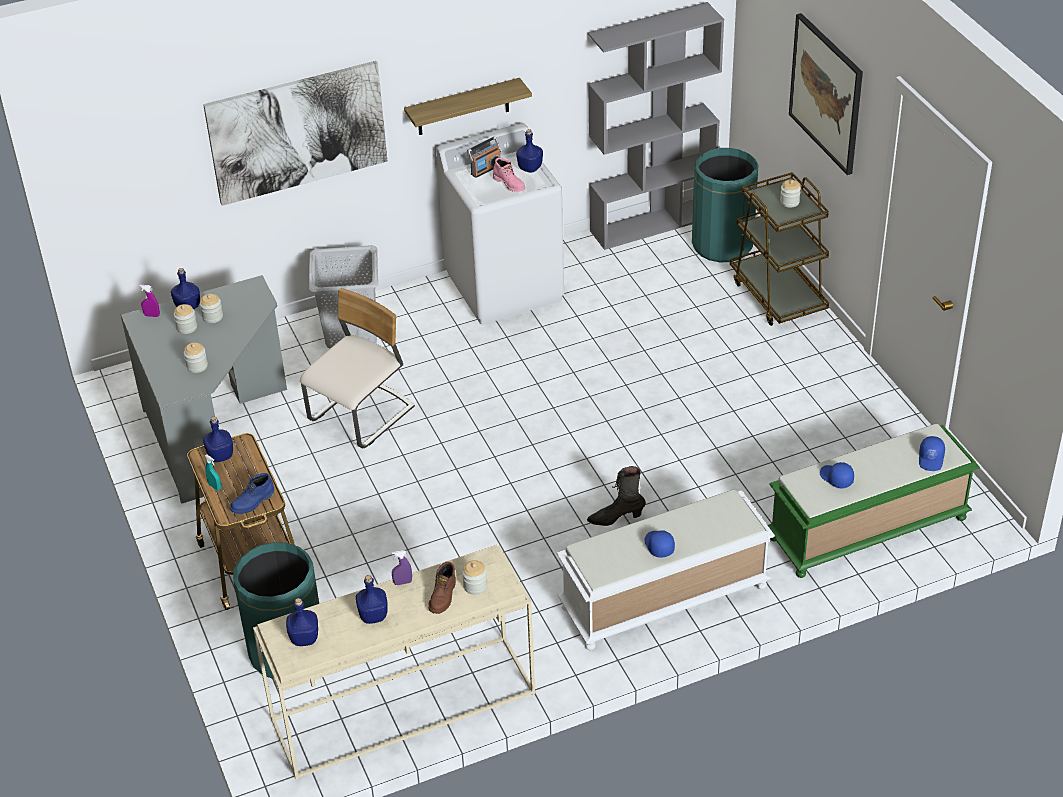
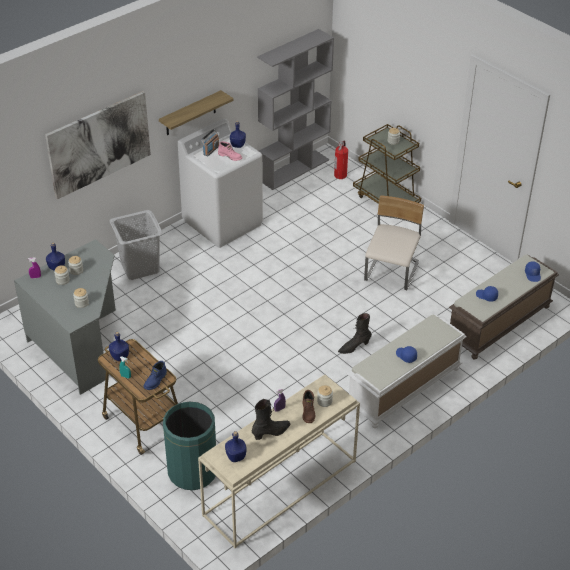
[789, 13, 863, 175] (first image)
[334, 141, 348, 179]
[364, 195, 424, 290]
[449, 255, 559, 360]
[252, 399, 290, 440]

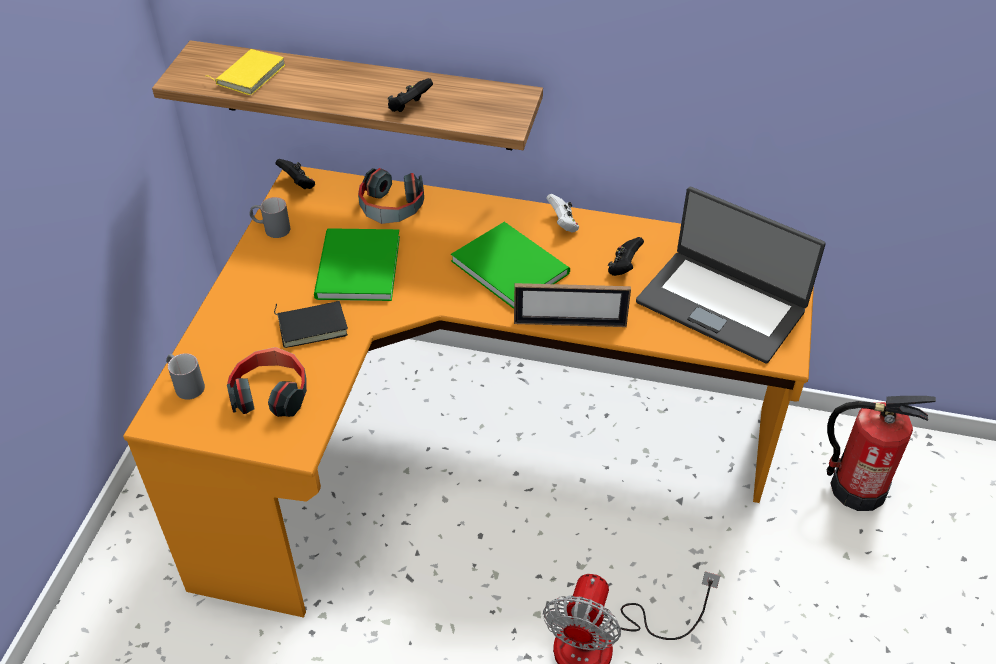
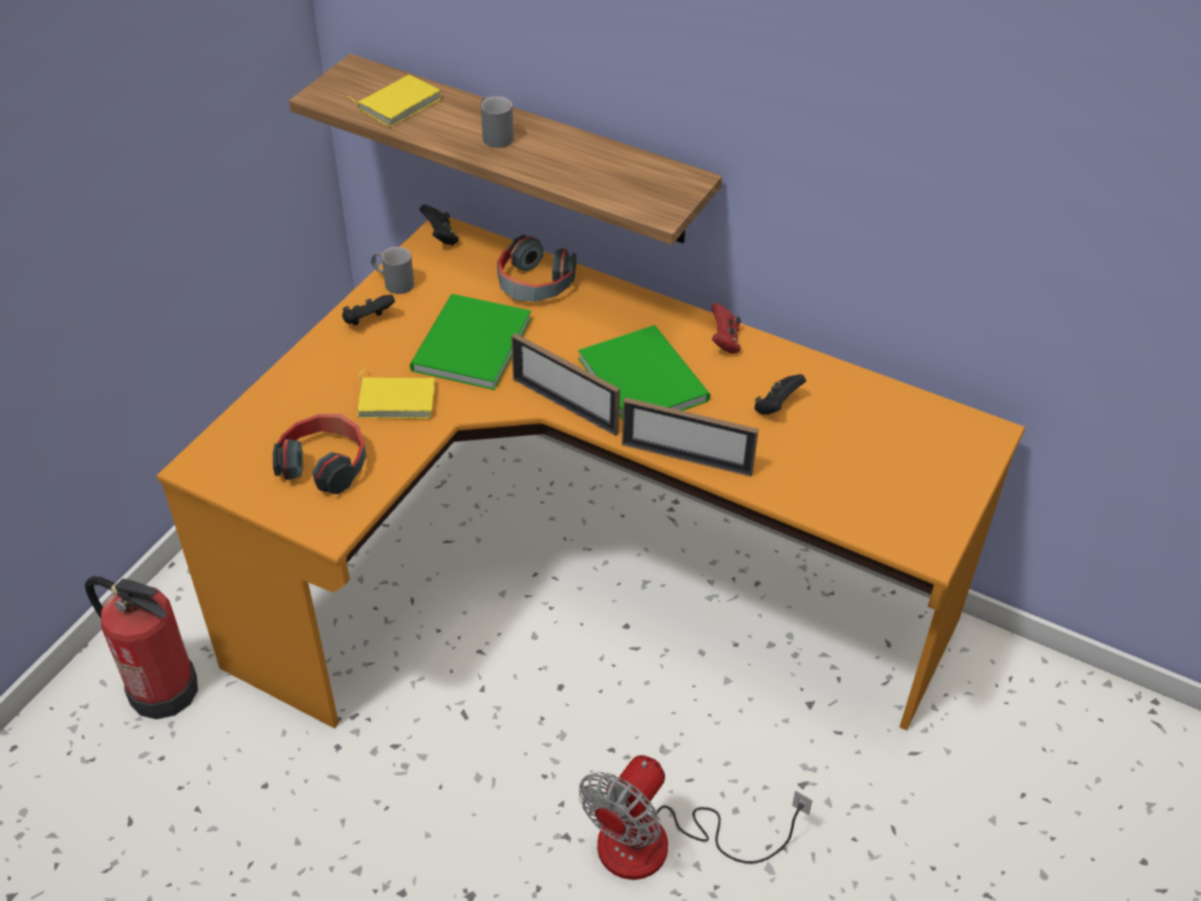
[342, 295, 395, 326]
[636, 187, 825, 364] (first image)
[711, 303, 741, 354]
[357, 367, 435, 419]
[480, 96, 514, 148]
[85, 576, 198, 719]
[511, 333, 620, 436]

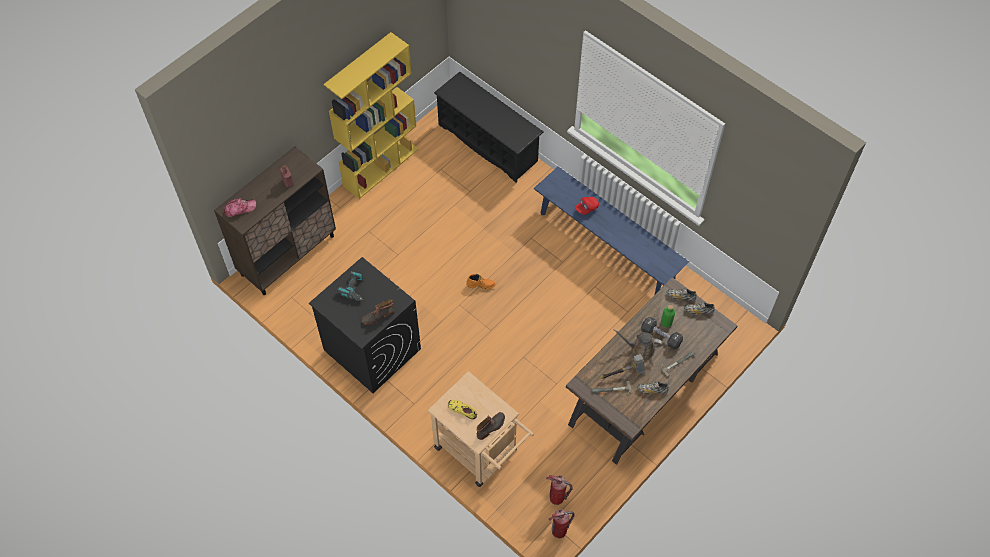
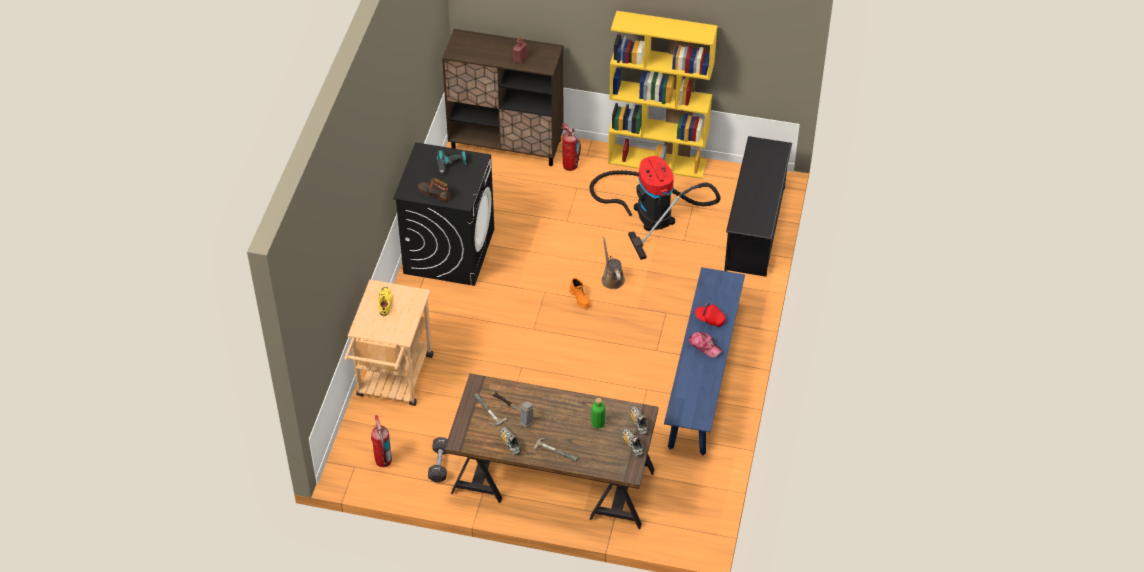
[689, 332, 722, 358]
[428, 437, 448, 482]
[602, 237, 625, 289]
[477, 412, 505, 440] (first image)
[560, 123, 581, 171]
[589, 156, 721, 260]

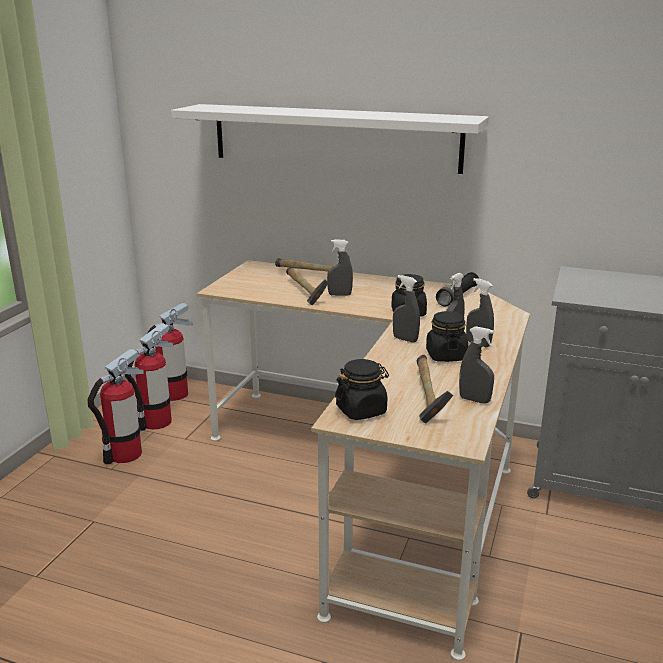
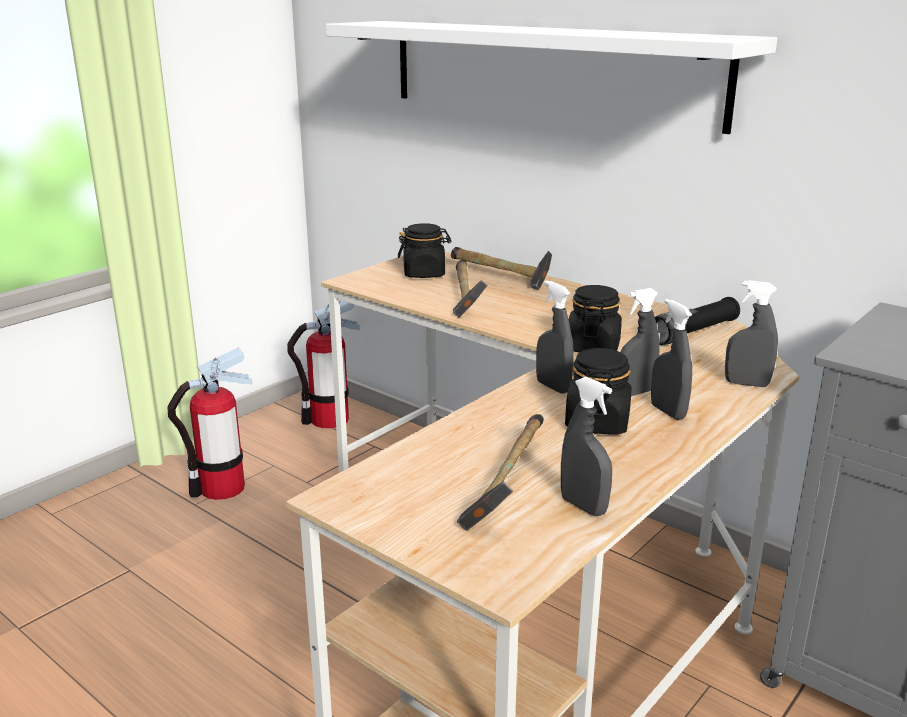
[725, 280, 778, 387]
[125, 323, 173, 431] (first image)
[398, 223, 451, 278]

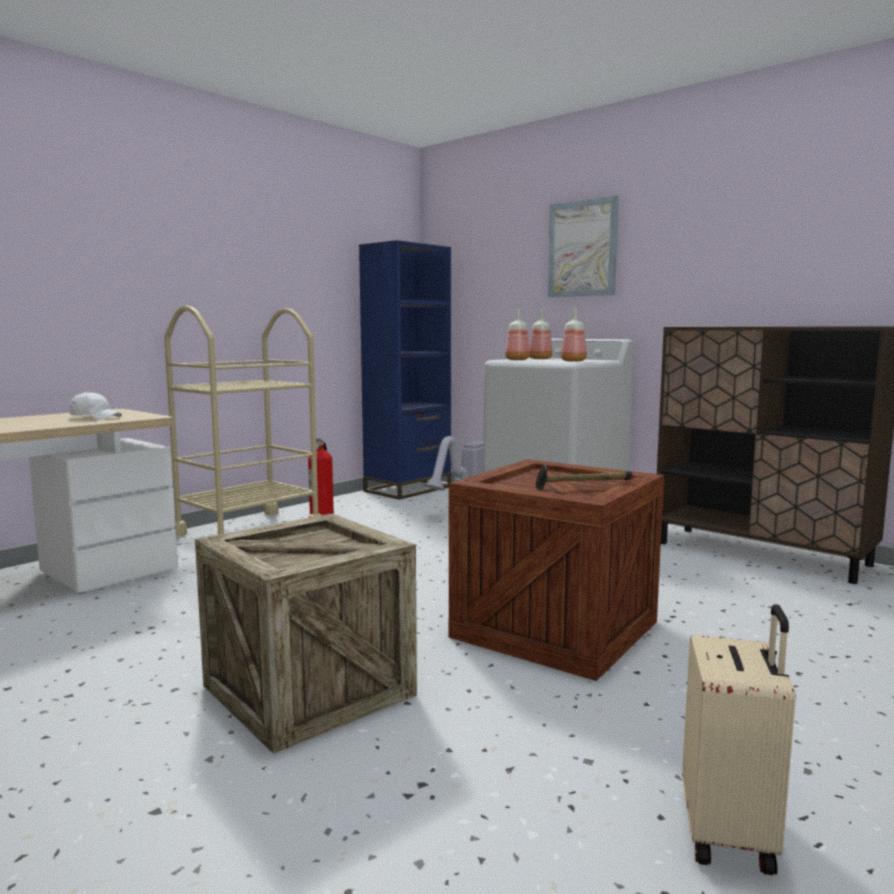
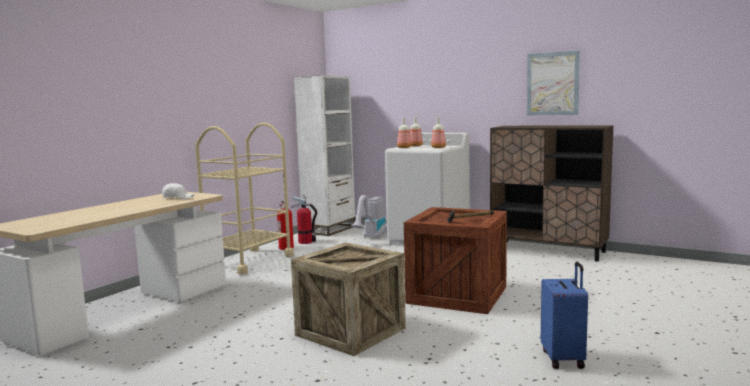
[527, 50, 580, 115]
[294, 75, 355, 236]
[541, 262, 588, 369]
[291, 196, 317, 244]

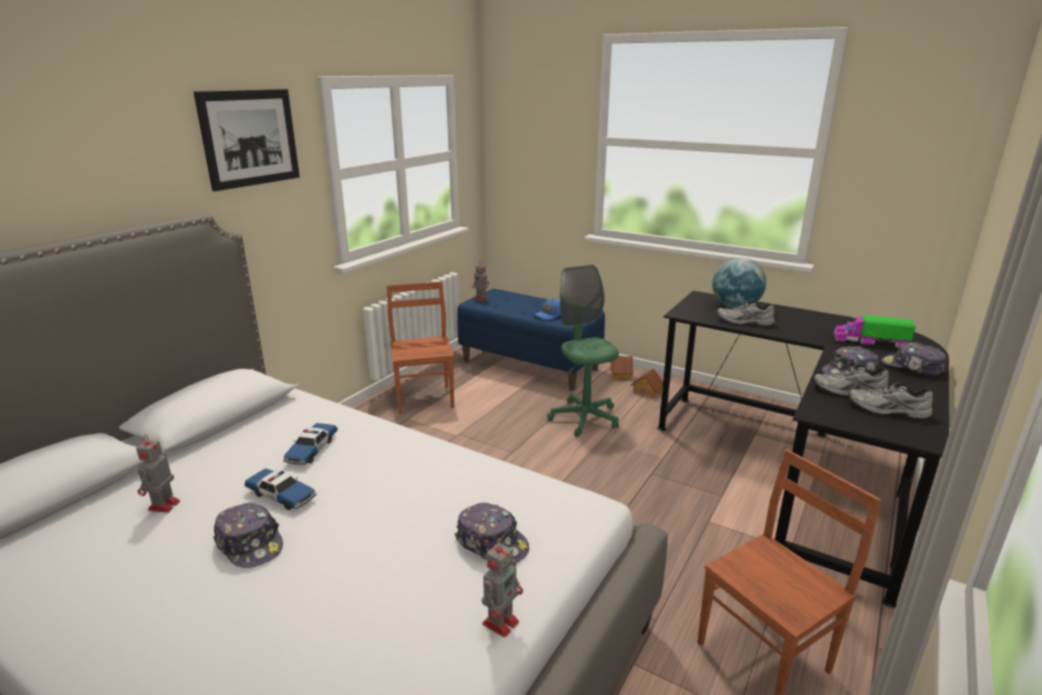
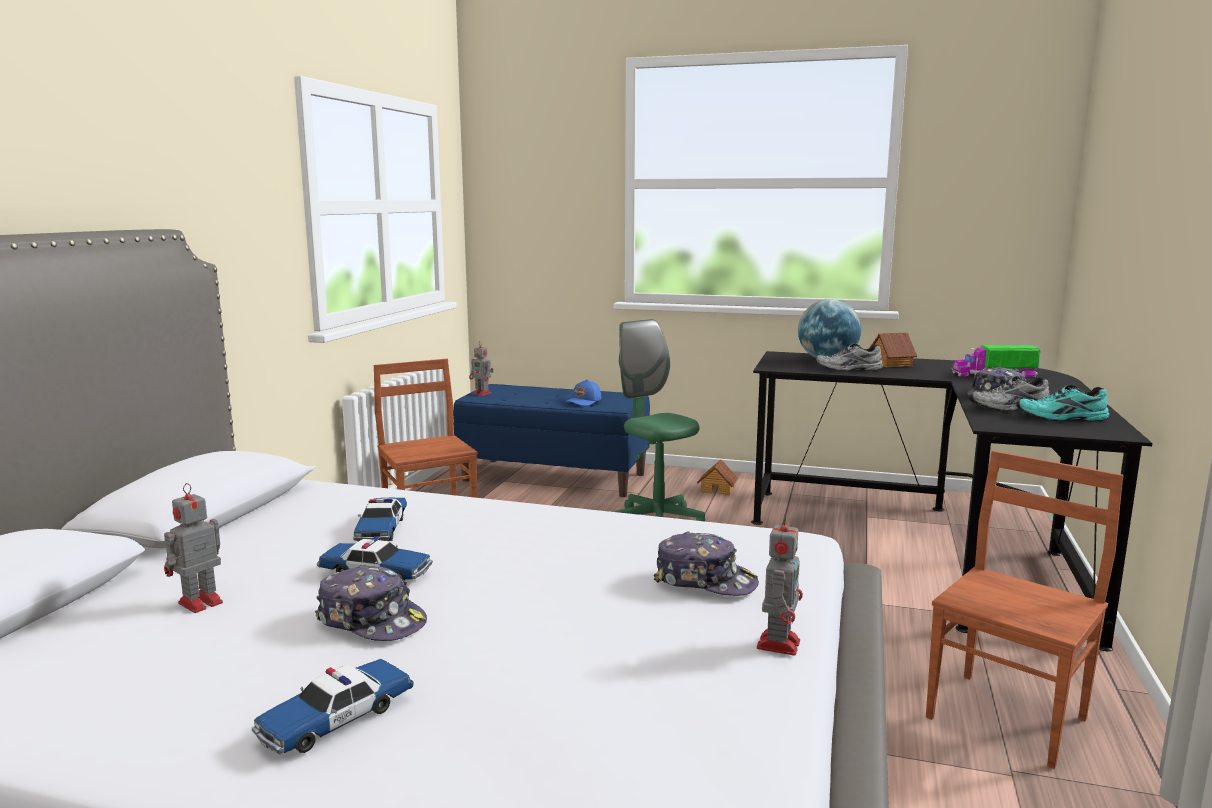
[194, 89, 300, 191] (first image)
[881, 342, 946, 375] (first image)
[869, 332, 917, 367]
[1016, 384, 1109, 421]
[164, 483, 223, 613]
[252, 659, 414, 754]

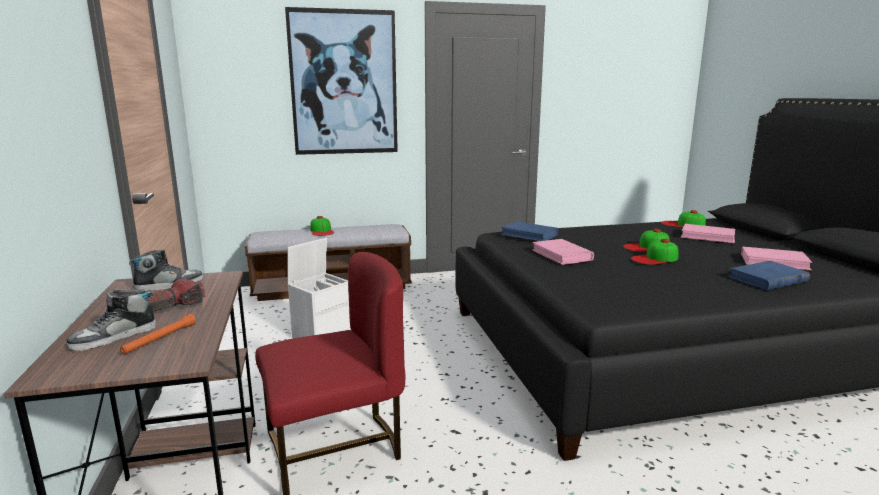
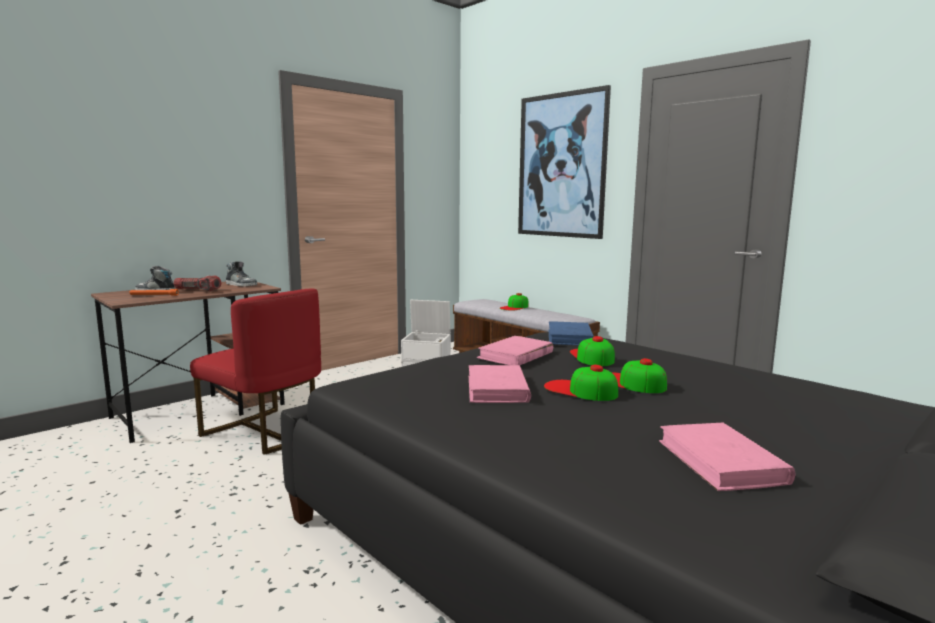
[570, 336, 615, 366]
[469, 365, 531, 403]
[727, 261, 810, 290] (first image)

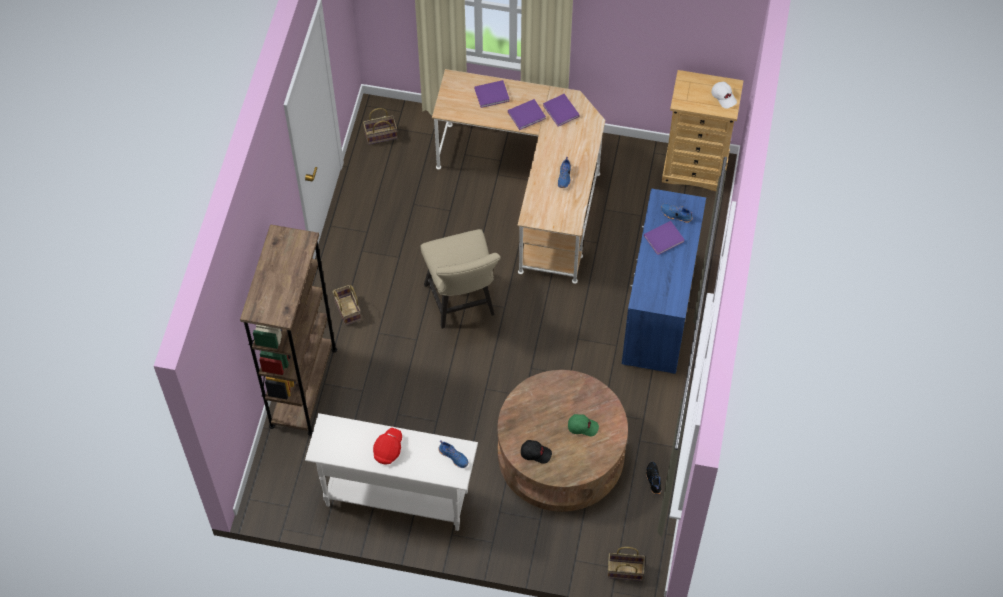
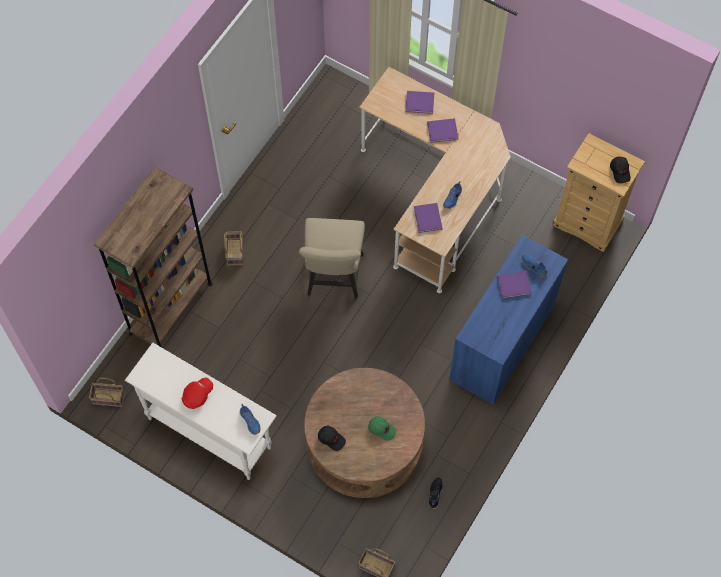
[610, 157, 631, 183]
[414, 203, 442, 233]
[89, 378, 125, 407]

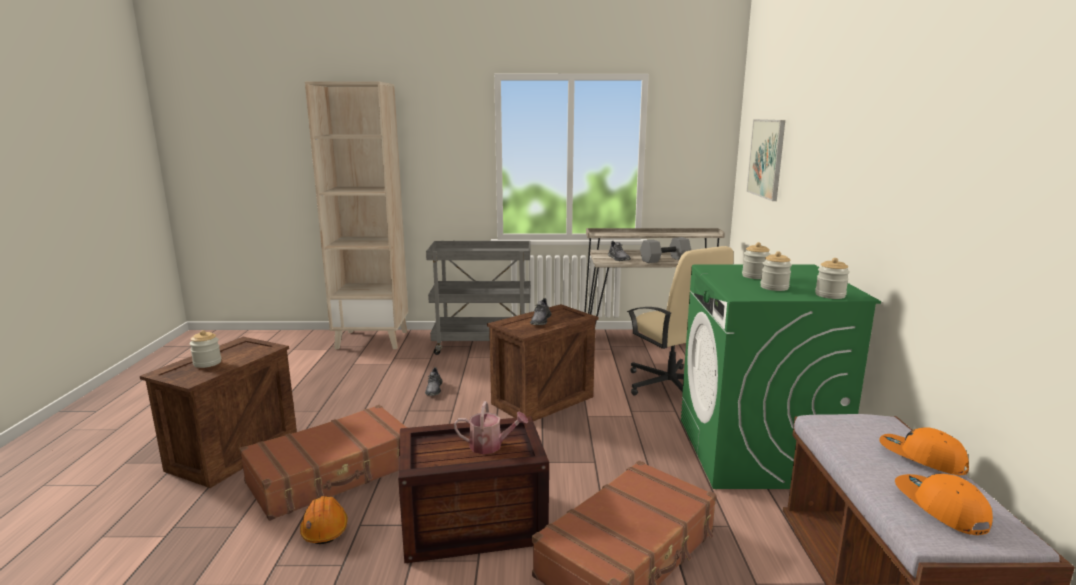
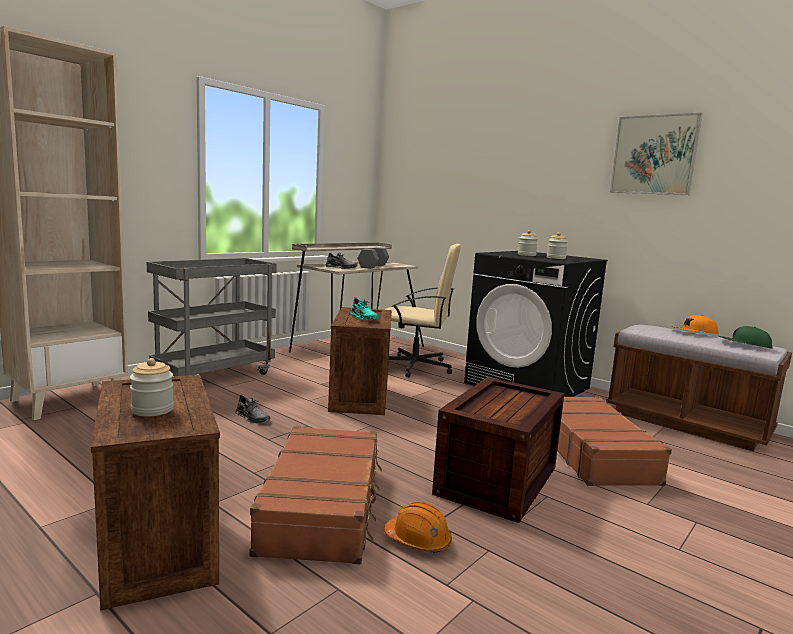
[610, 113, 702, 195]
[815, 258, 850, 299] (first image)
[464, 251, 608, 397]
[350, 297, 379, 320]
[454, 401, 528, 454] (first image)
[719, 326, 773, 349]

